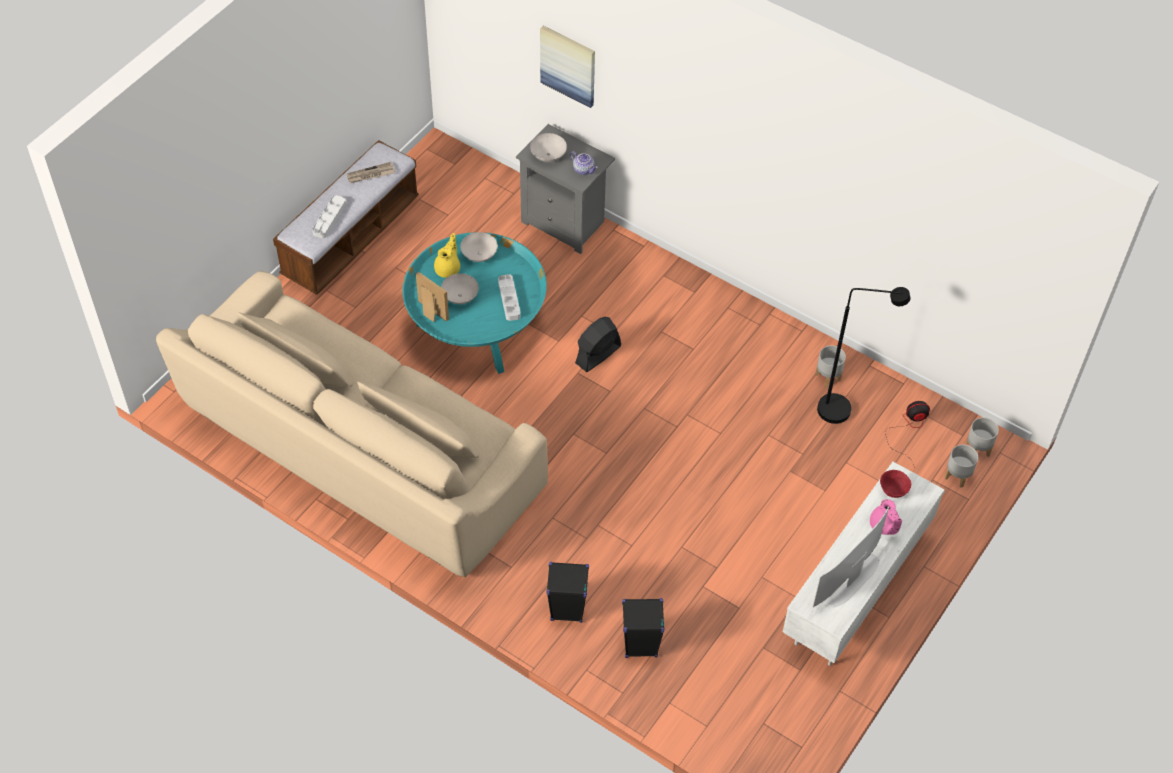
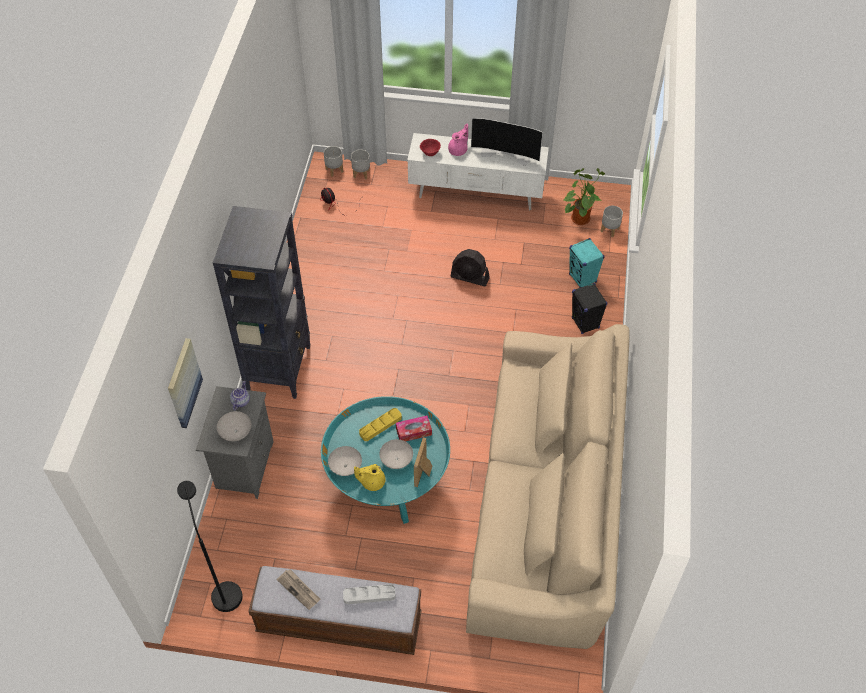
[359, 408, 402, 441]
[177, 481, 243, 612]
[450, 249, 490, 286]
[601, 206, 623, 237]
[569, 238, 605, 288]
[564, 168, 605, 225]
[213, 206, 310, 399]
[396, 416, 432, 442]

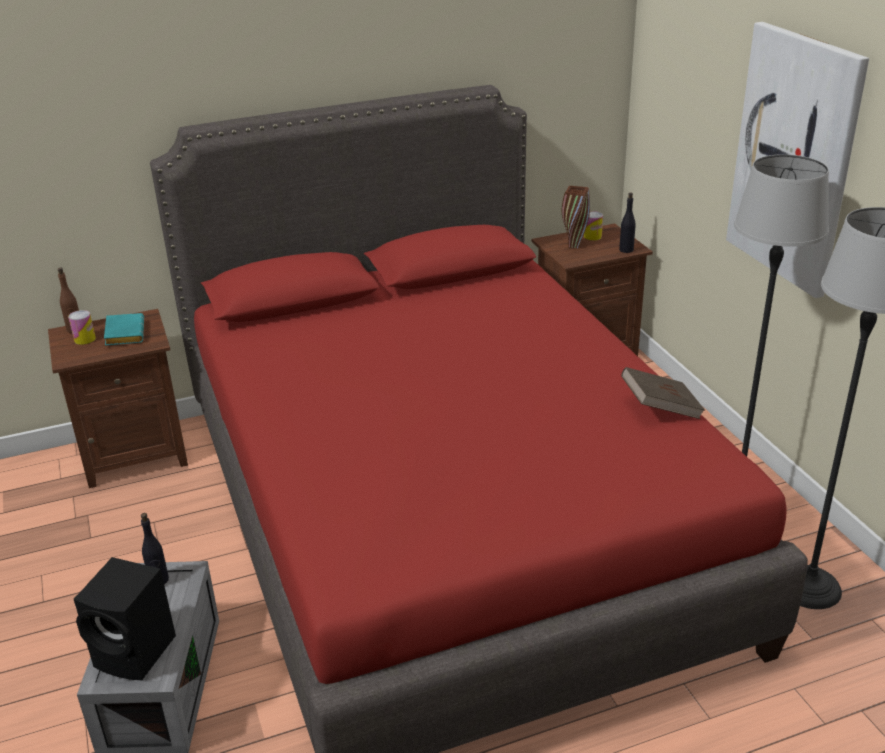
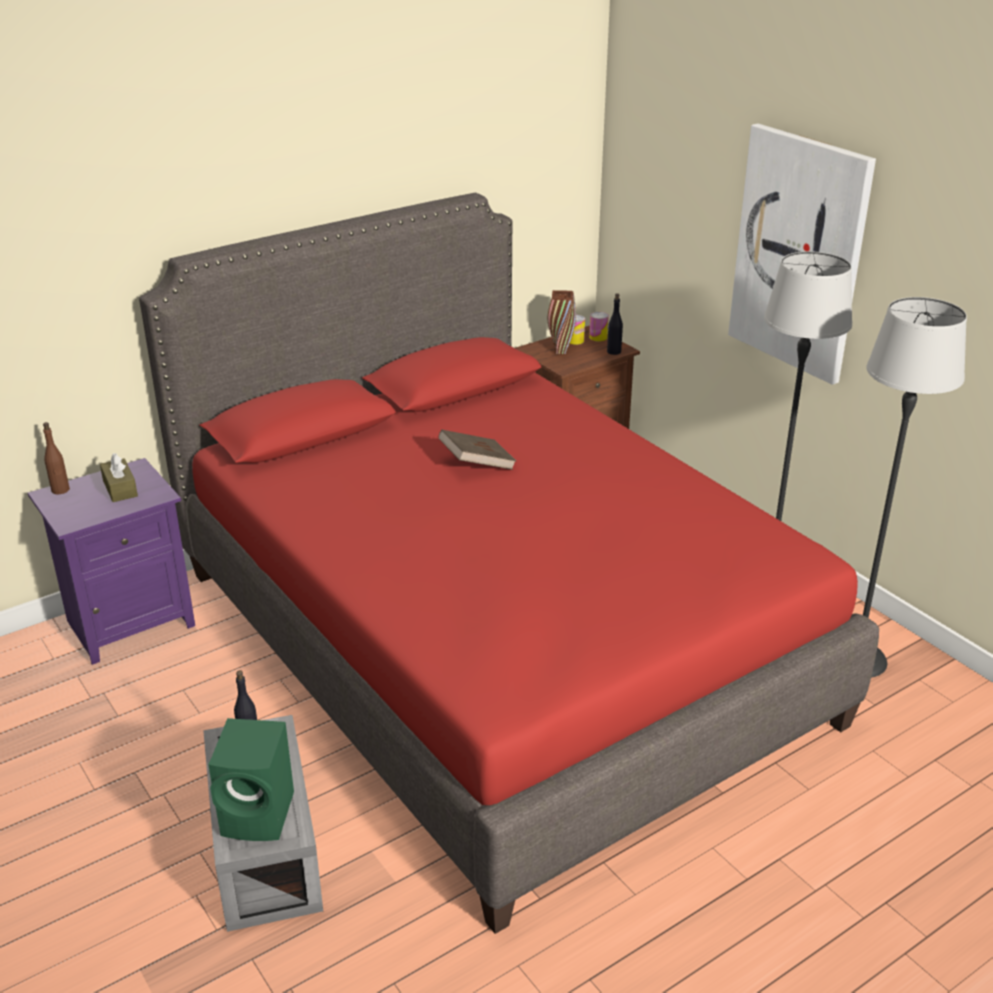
[28, 458, 195, 665]
[589, 312, 609, 342]
[100, 453, 138, 502]
[438, 430, 516, 470]
[208, 718, 294, 841]

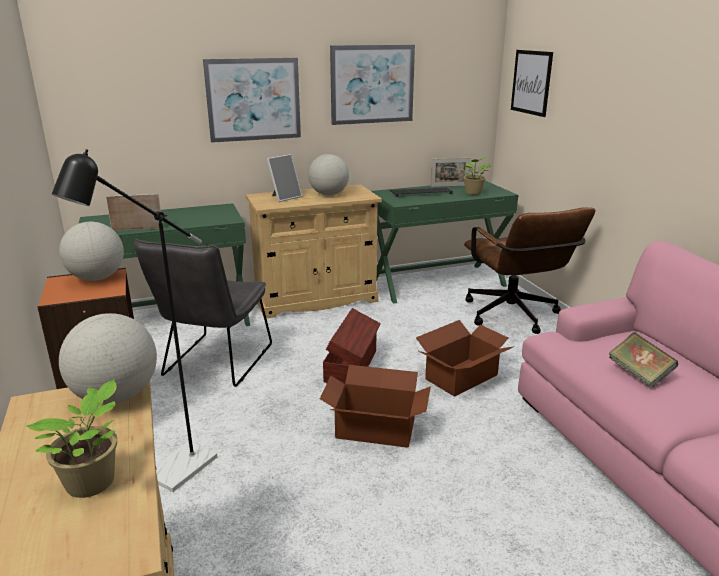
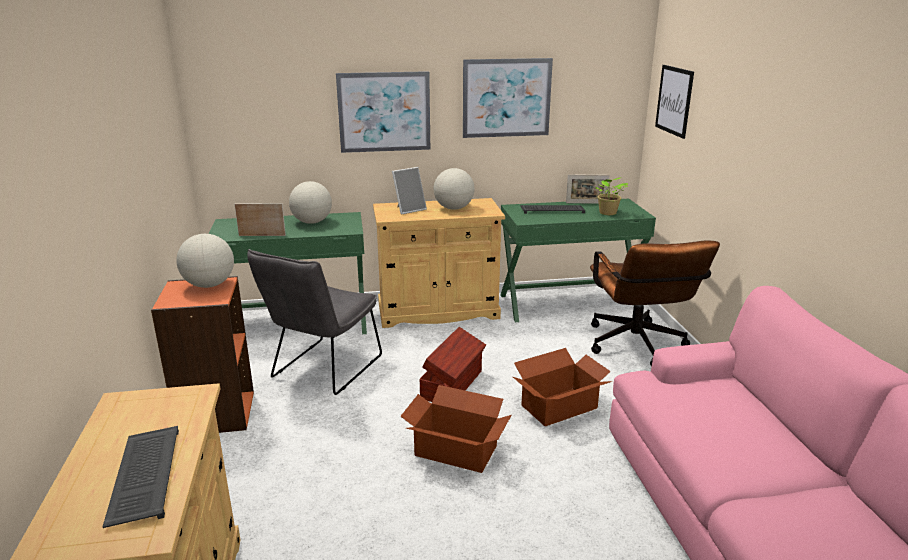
[52, 149, 217, 492] (first image)
[289, 181, 332, 224]
[609, 332, 678, 389] (first image)
[103, 426, 179, 528]

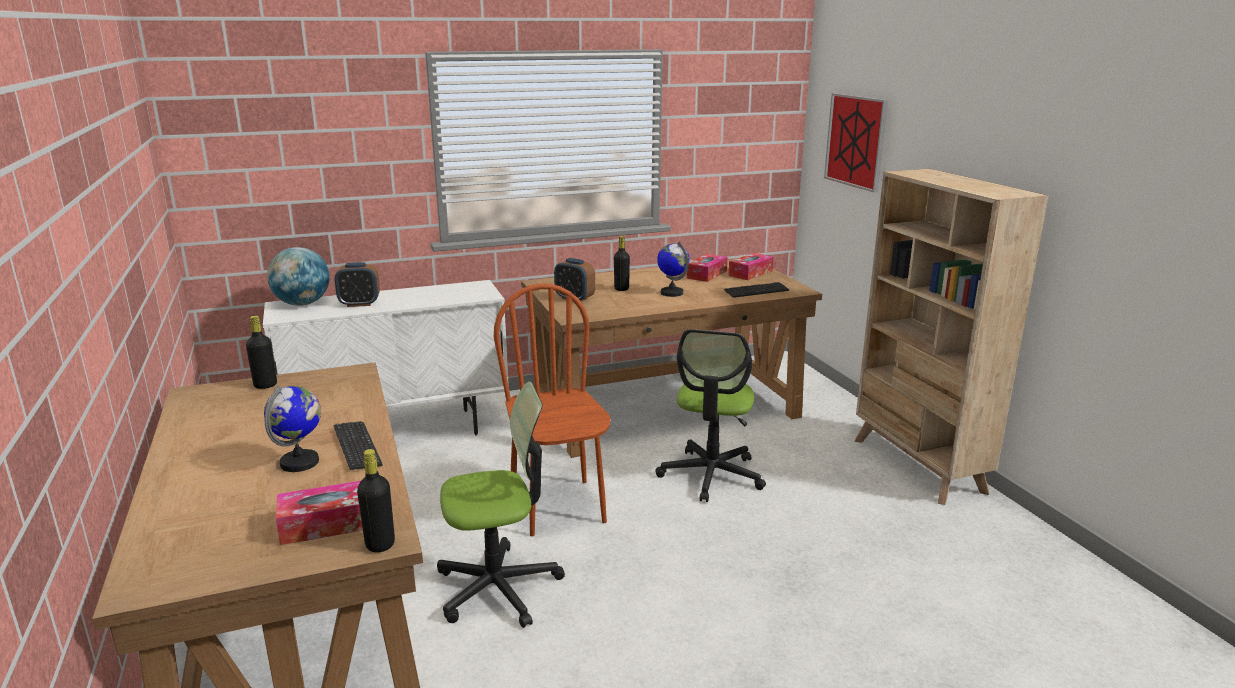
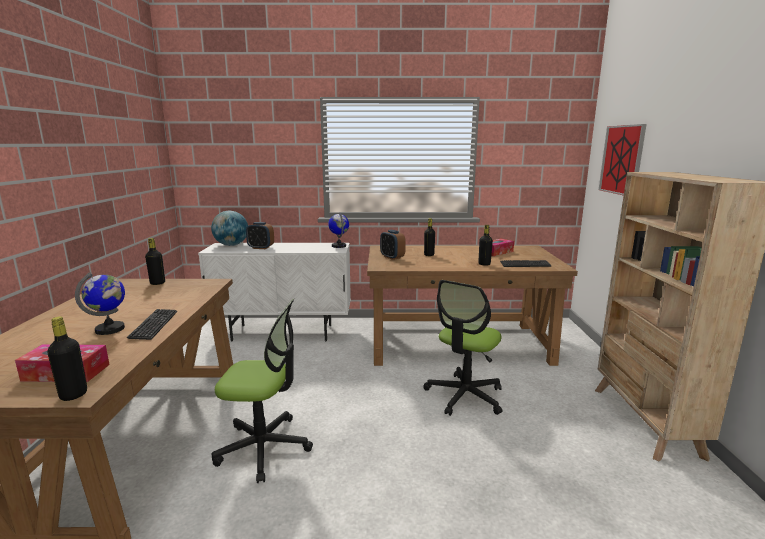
[328, 212, 349, 248]
[728, 253, 774, 280] (first image)
[494, 283, 611, 536] (first image)
[478, 225, 493, 266]

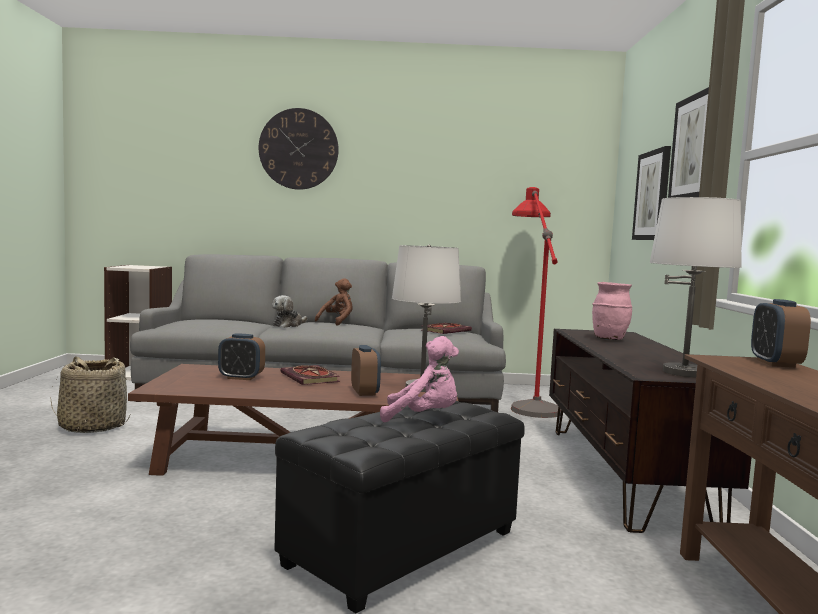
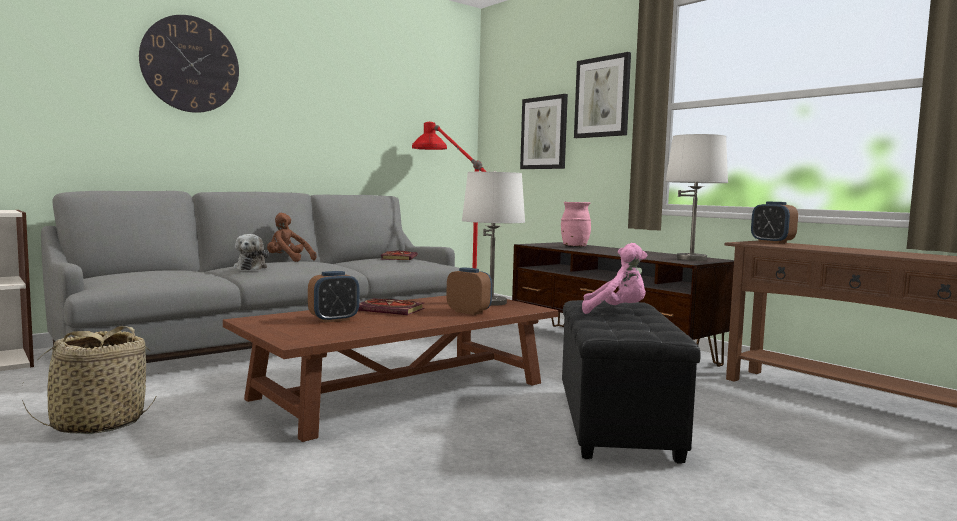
[267, 213, 317, 262]
[582, 243, 647, 314]

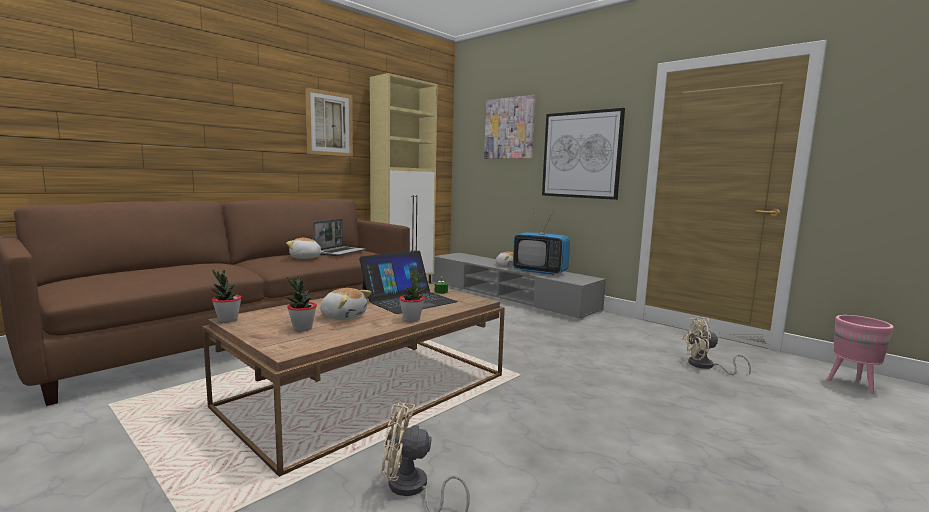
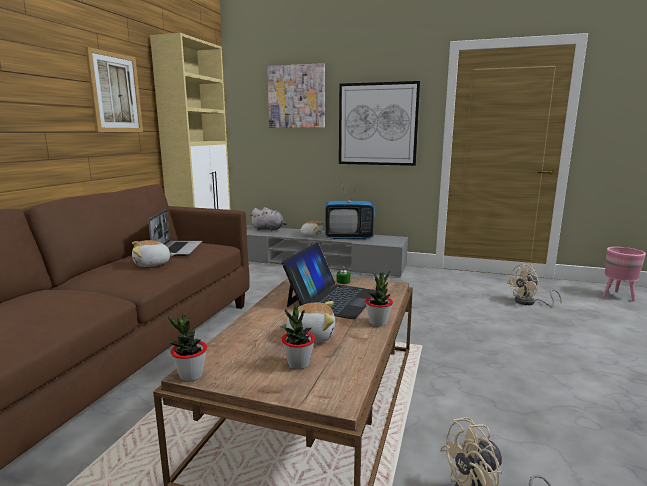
[250, 207, 287, 231]

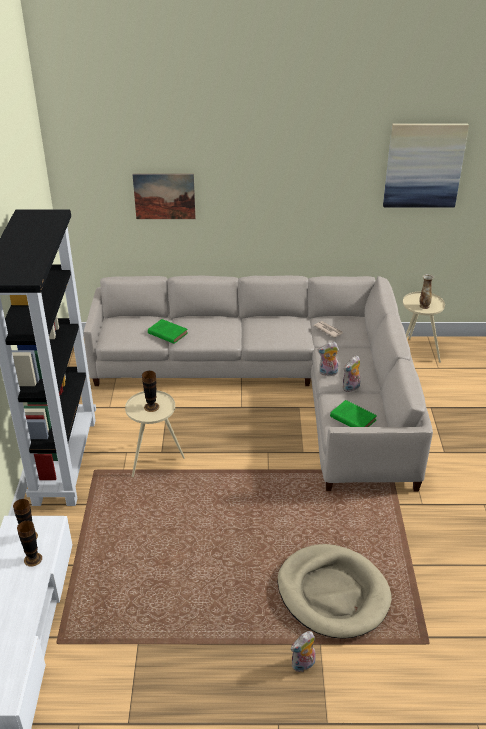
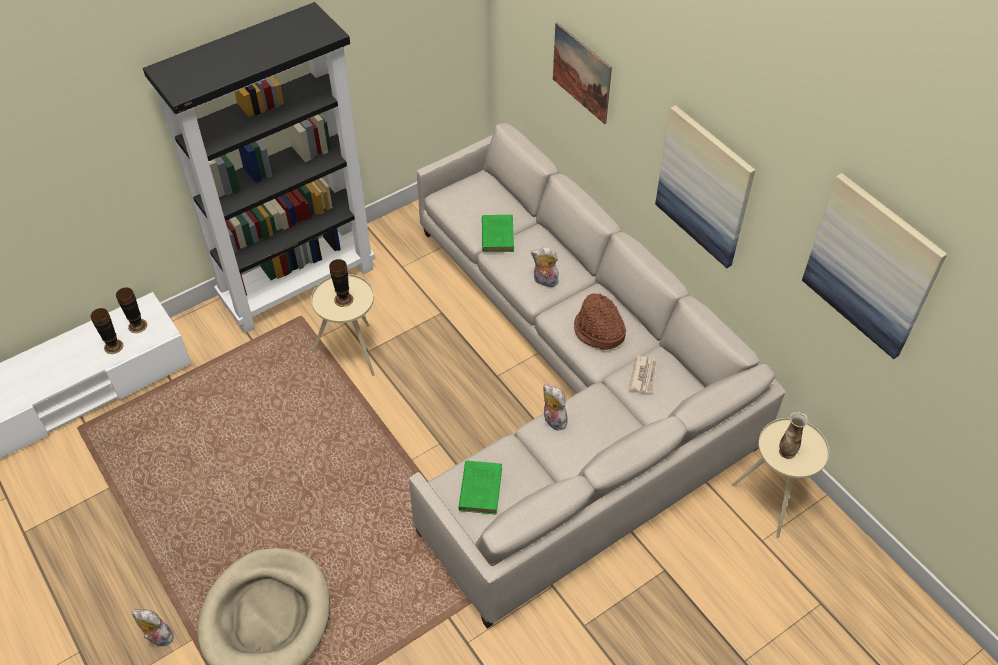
[531, 247, 559, 287]
[655, 105, 755, 268]
[574, 293, 626, 350]

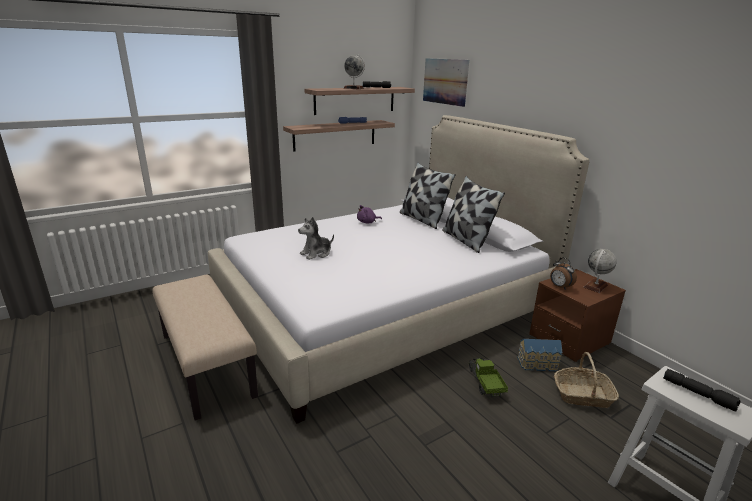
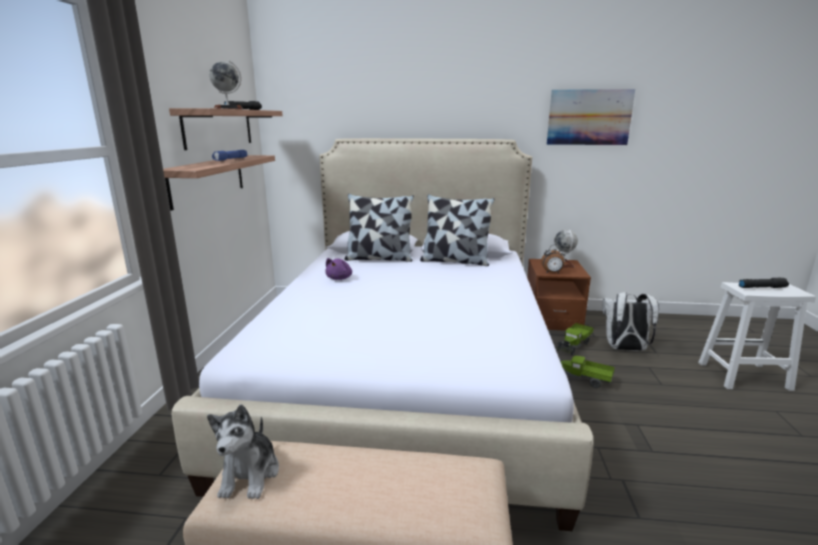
[547, 89, 635, 145]
[207, 404, 279, 499]
[556, 323, 594, 355]
[602, 292, 659, 351]

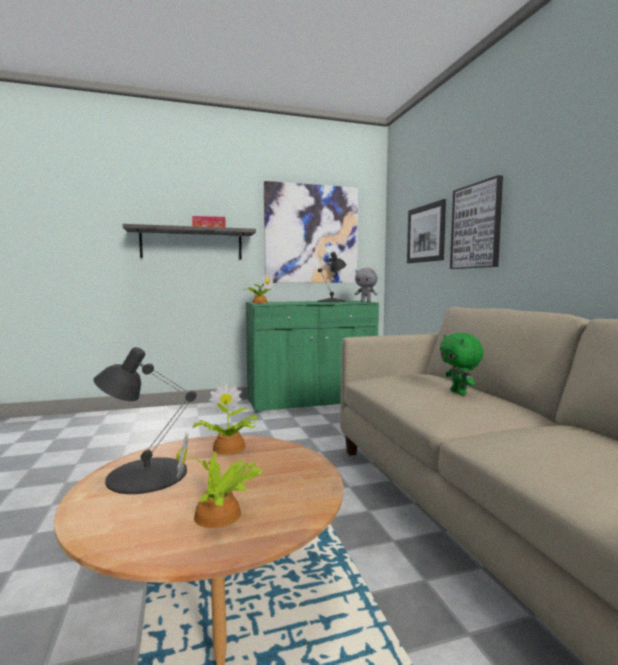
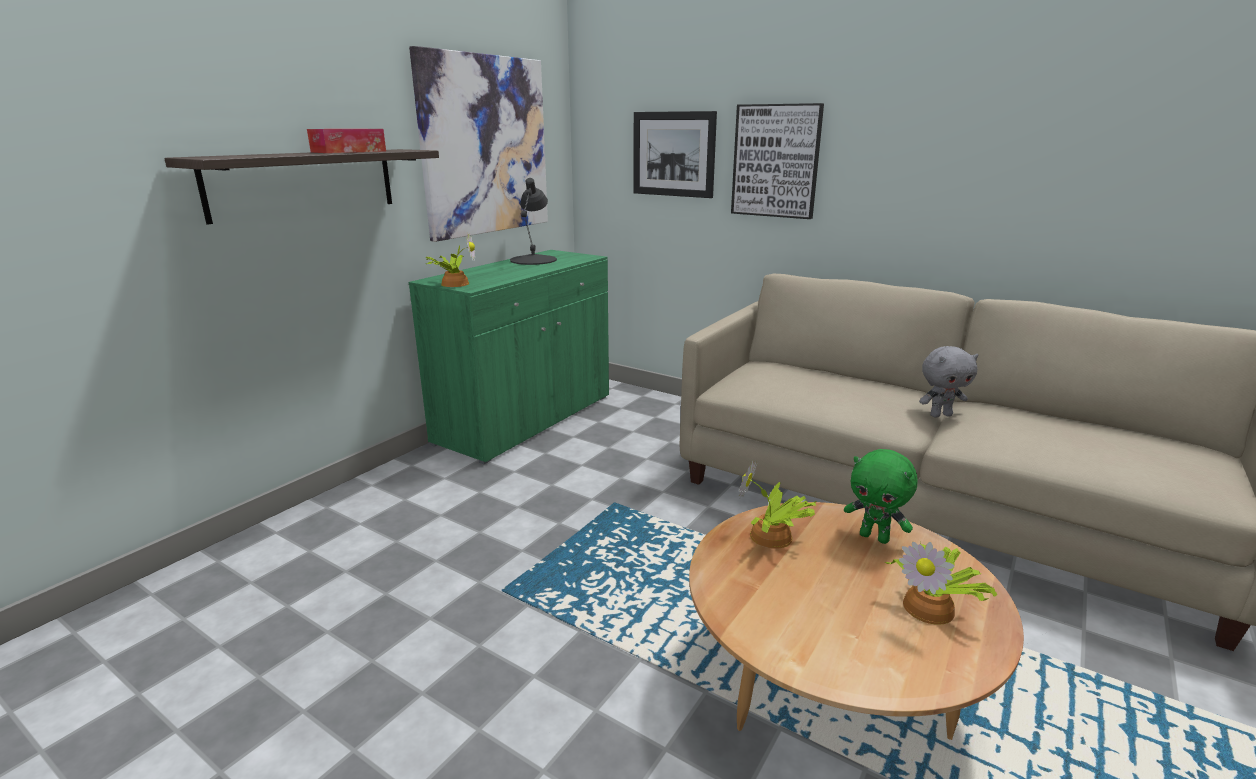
[919, 346, 978, 418]
[844, 449, 918, 544]
[93, 347, 196, 494] (first image)

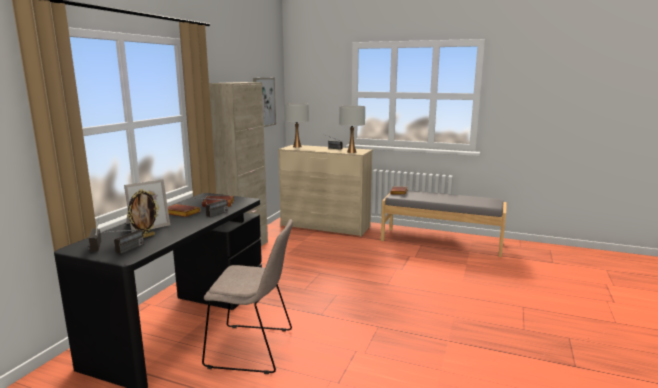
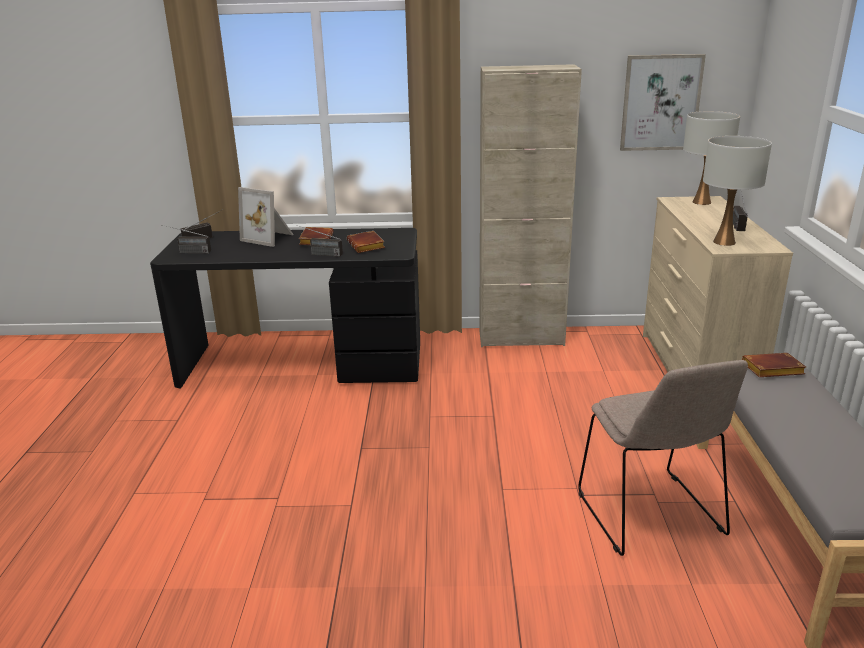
[127, 189, 159, 238] (first image)
[578, 360, 748, 556]

